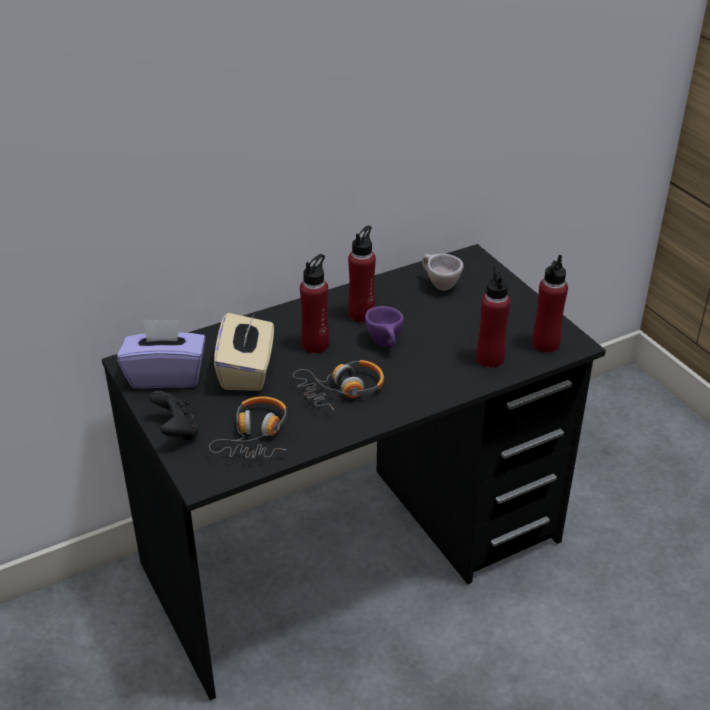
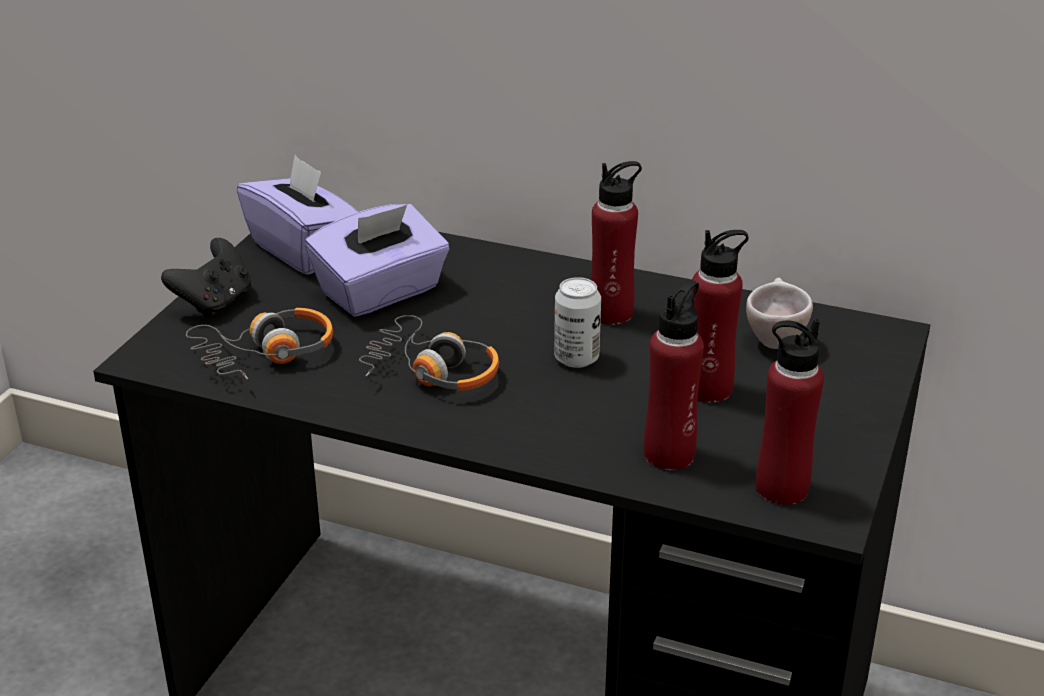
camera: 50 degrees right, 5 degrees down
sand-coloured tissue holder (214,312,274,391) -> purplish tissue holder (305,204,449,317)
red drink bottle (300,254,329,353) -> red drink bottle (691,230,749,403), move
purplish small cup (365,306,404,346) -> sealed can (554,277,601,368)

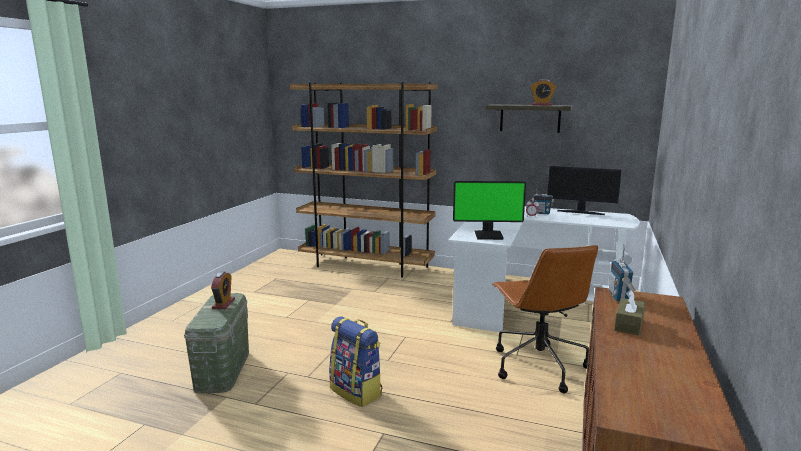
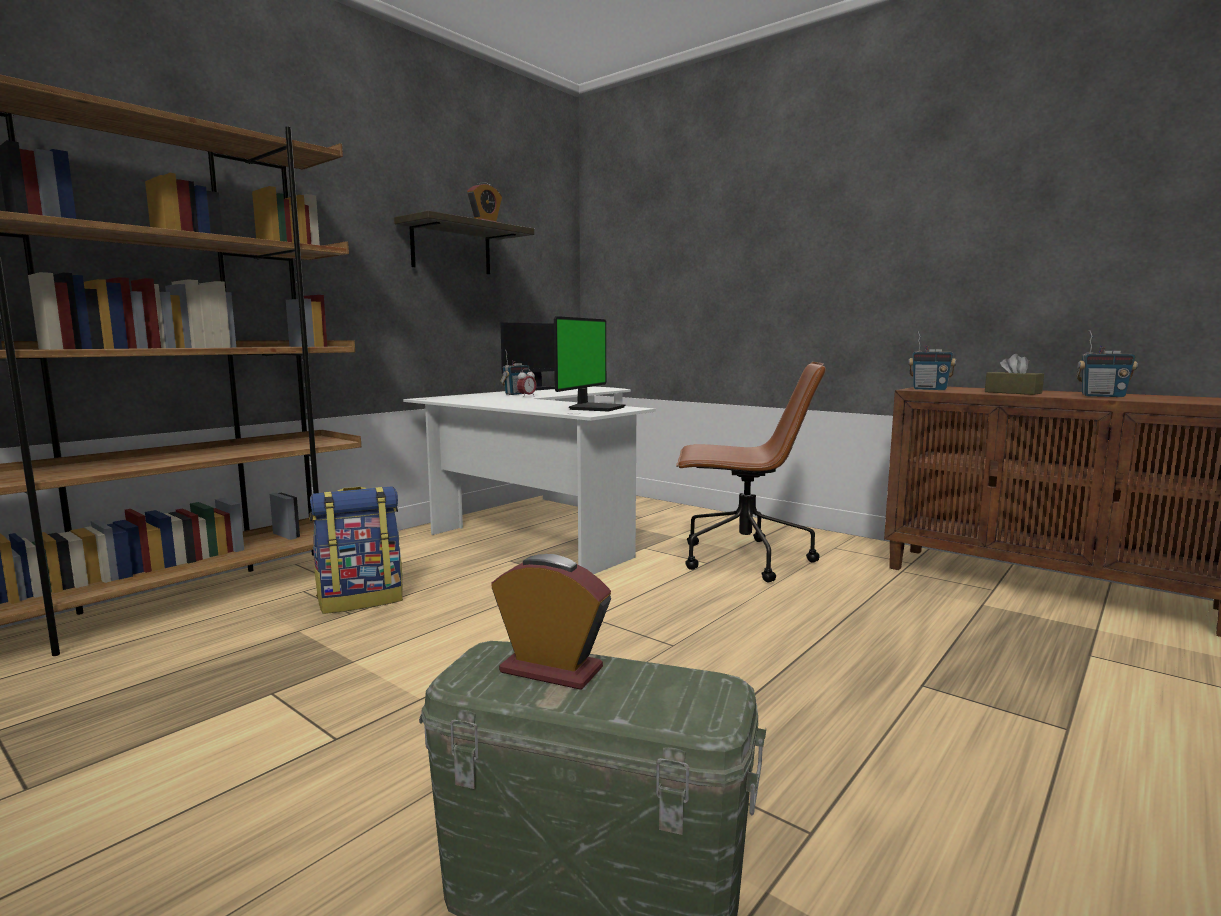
camera: 70 degrees left, 5 degrees down
knapsack (329,317,382,407) -> knapsack (310,486,403,614), move
none -> radio receiver (1077,330,1138,397)

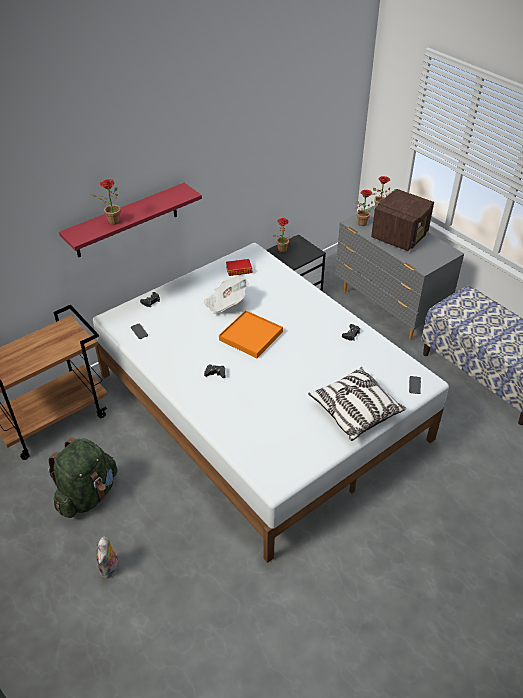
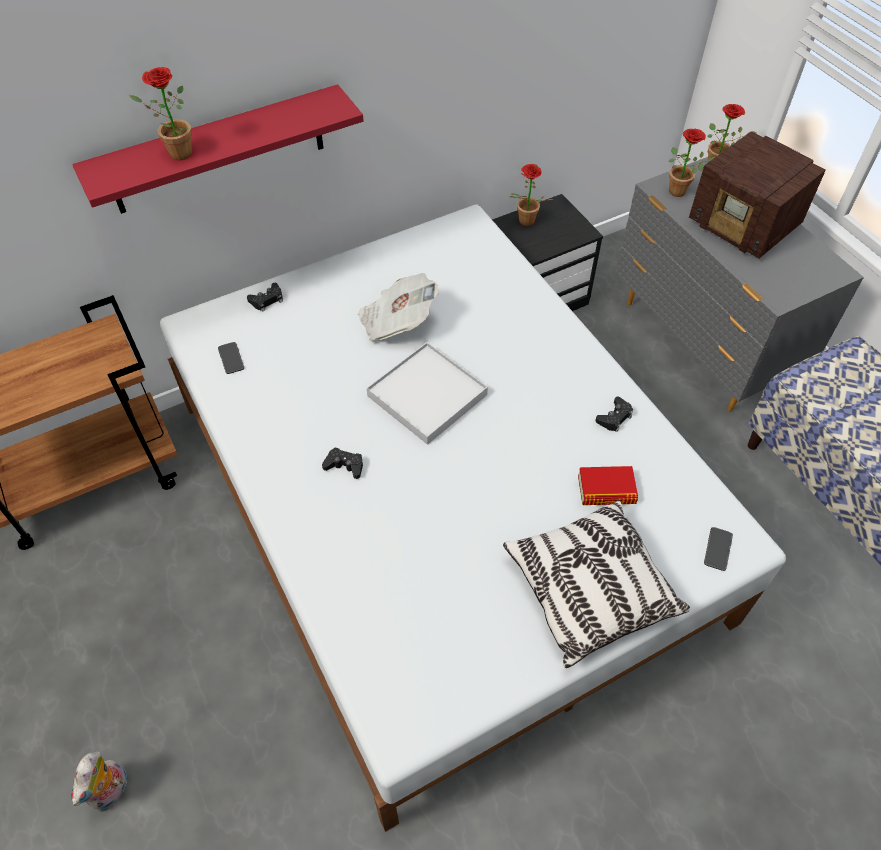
camera: 10 degrees right, 10 degrees up
green-coloured knapsack (48,438,118,518) -> none
orange carrying tray (219,310,283,358) -> white-coloured carrying tray (366,342,488,445)
book (226,259,252,276) -> book (578,466,638,505), move
radio receiver (371,189,434,251) -> radio receiver (689,132,826,258), 90 degrees clockwise

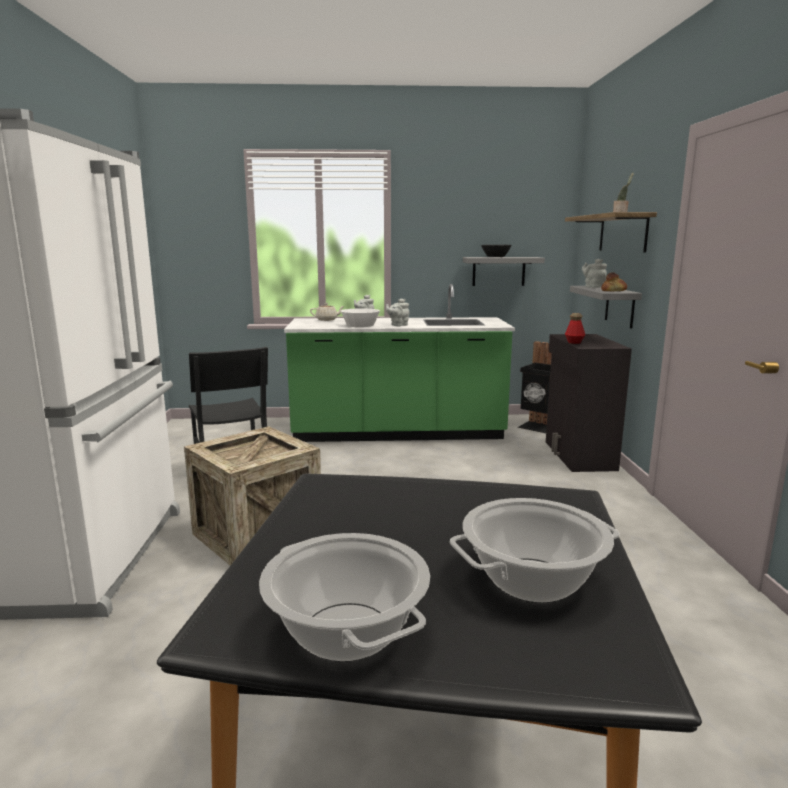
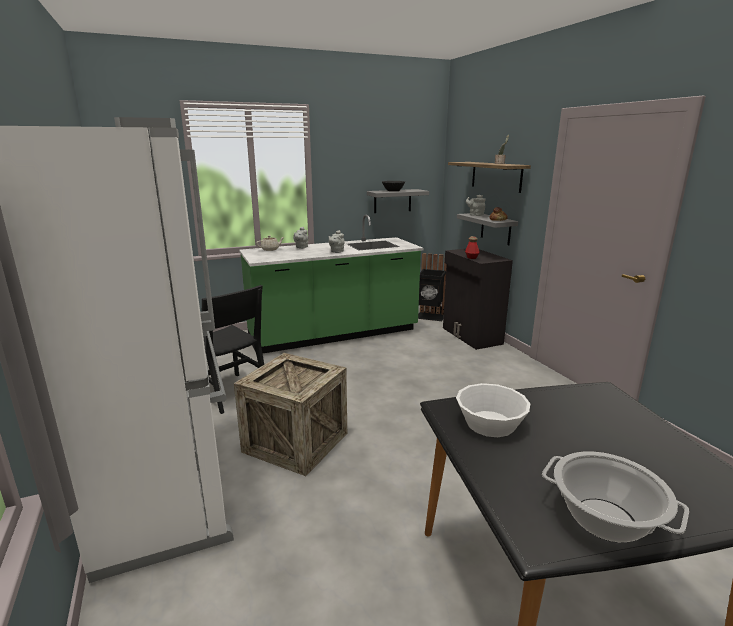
camera: 20 degrees left, 5 degrees up
white-coloured deep dish (341,308,380,327) -> white-coloured deep dish (456,383,530,437), move
saucepot (450,498,620,603) -> none

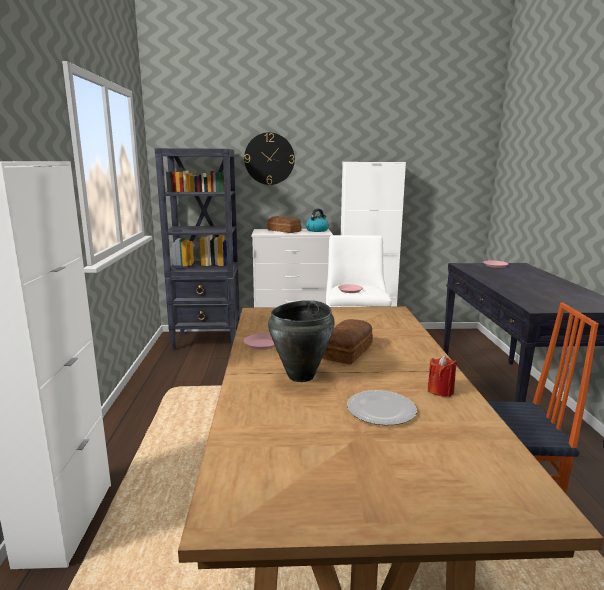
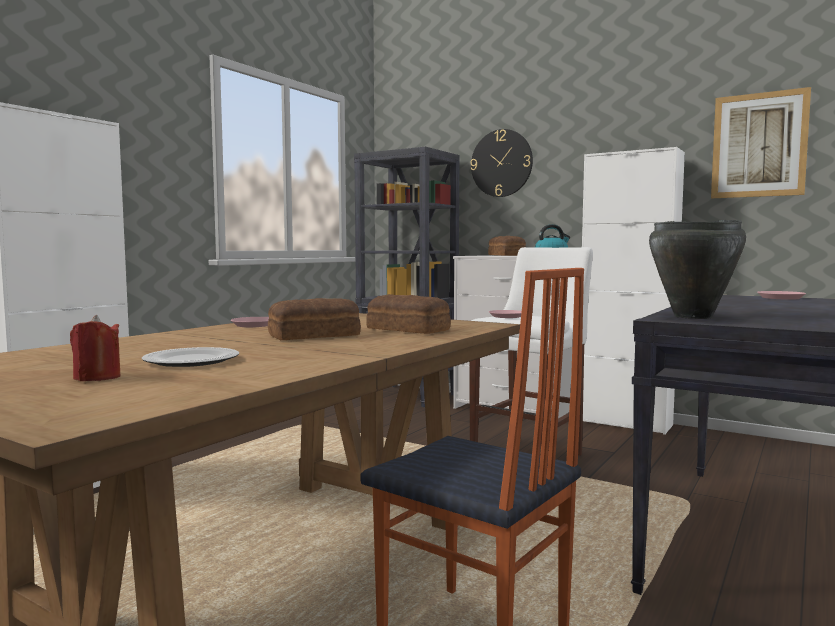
camera: 35 degrees right, 10 degrees down
black-coloured saucepot (268,300,335,382) -> black-coloured saucepot (649,220,746,319), move
red wax light (428,356,457,397) -> red wax light (70,315,121,381), move
none -> bakery bread (366,294,451,334)
none -> picture (711,87,811,198)

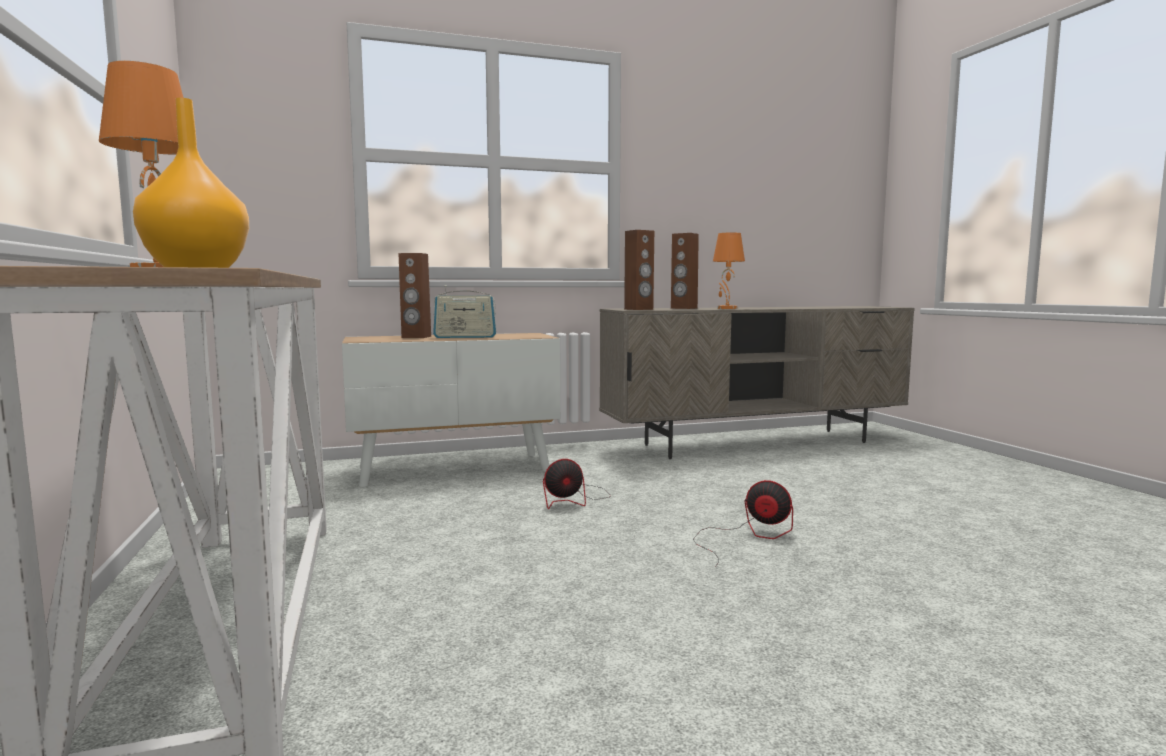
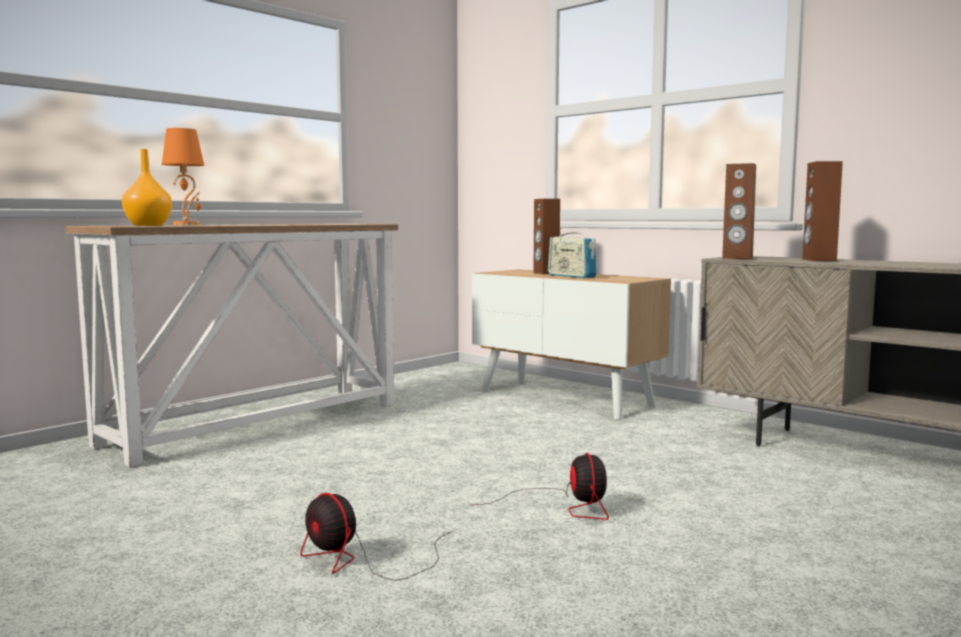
camera: 60 degrees right, 0 degrees up
electric fan (543,459,611,509) -> electric fan (300,493,453,581), move
orange table lamp (713,232,745,309) -> none

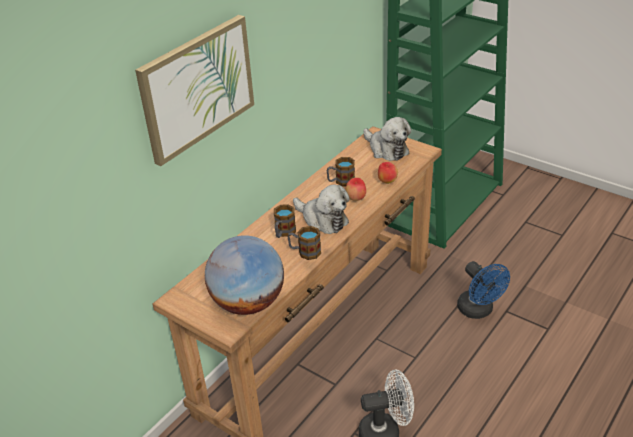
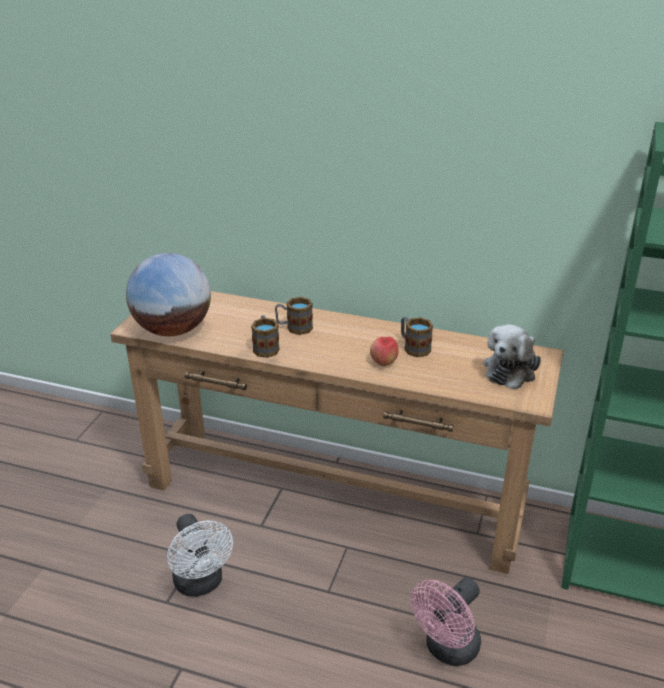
camera: 70 degrees right, 5 degrees down
picture (135,15,254,166) -> none
cuddly toy (293,184,350,234) -> none
apple fruit (378,162,398,184) -> none
blue electric fan (457,261,510,319) -> pink electric fan (411,577,481,666)

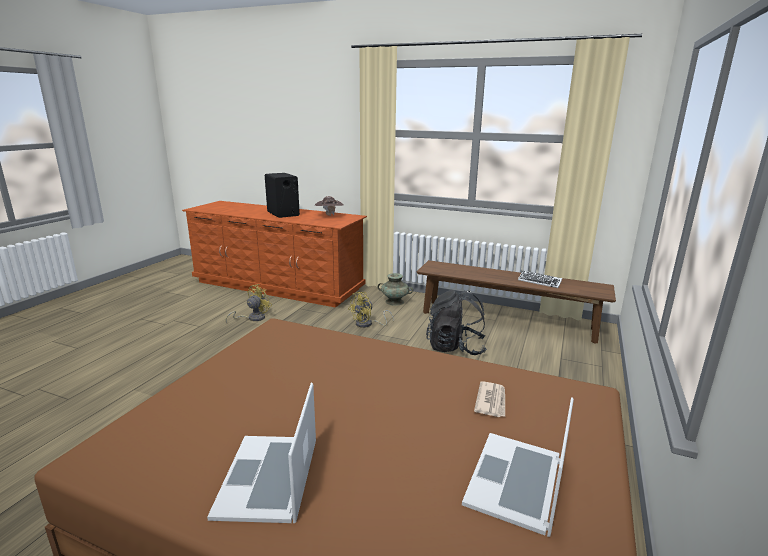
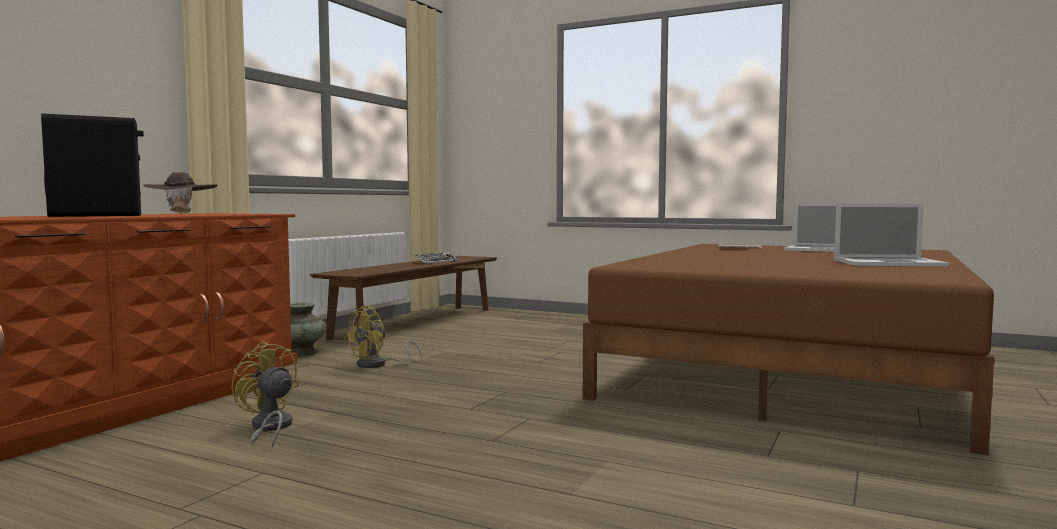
camera: 85 degrees left, 15 degrees down
yellow electric fan (348,292,394,328) -> yellow electric fan (344,306,422,368), 75 degrees clockwise
black-coloured knapsack (426,290,487,355) -> none

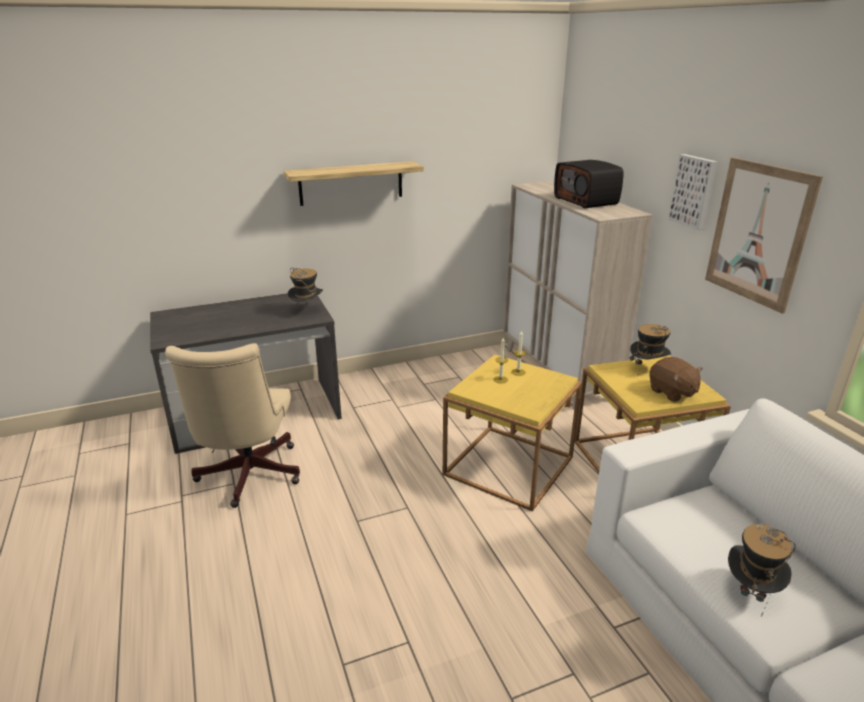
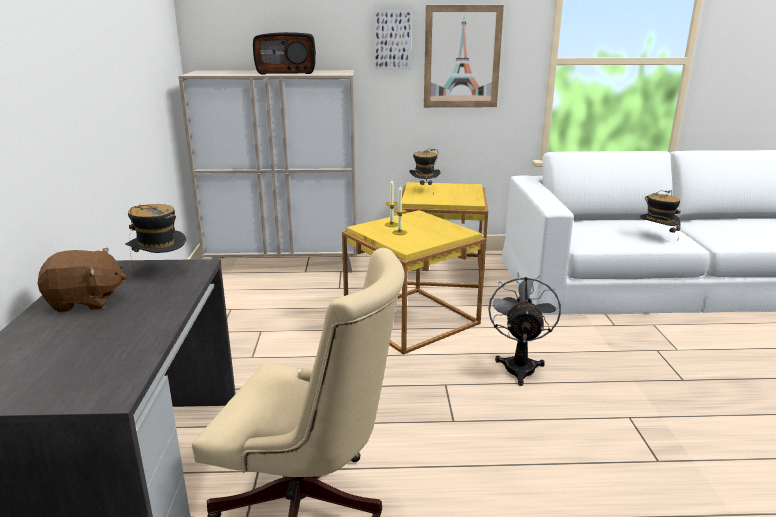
camera: 70 degrees left, 5 degrees down
bracket shelf (283,161,424,206) -> none
brown-coloured cuddly toy (649,357,703,402) -> brown-coloured cuddly toy (37,248,127,312), move
none -> grey electric fan (488,273,561,386)

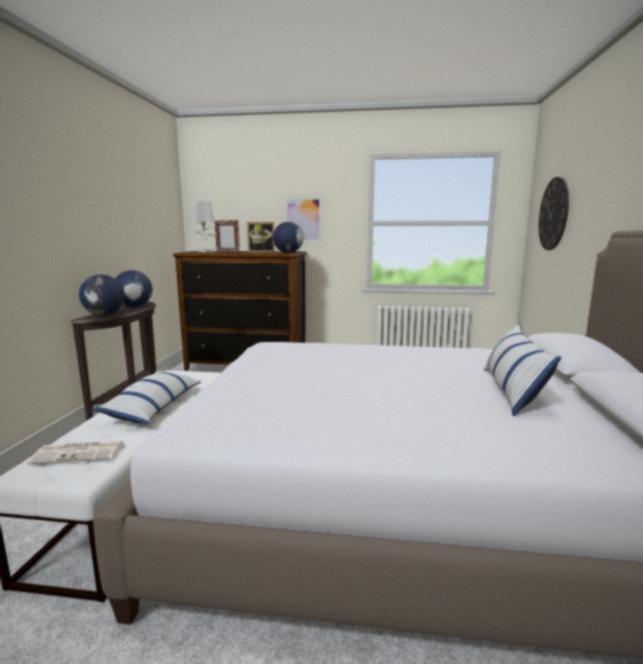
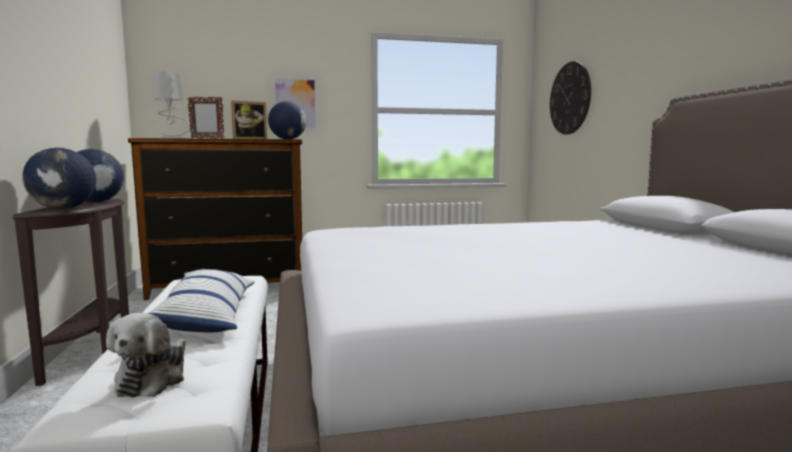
camera: 20 degrees left, 5 degrees down
printed paper (27,441,123,464) -> cuddly toy (106,313,186,397)
throw pillow (484,324,561,416) -> none

